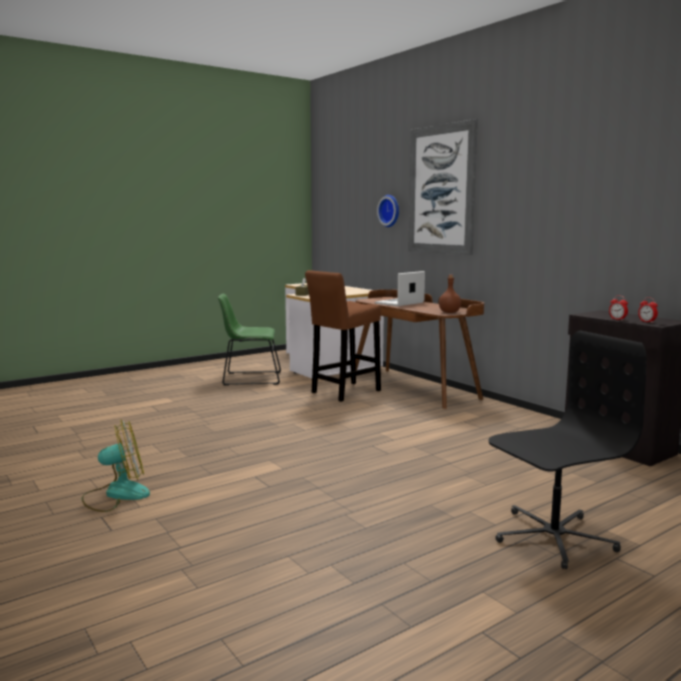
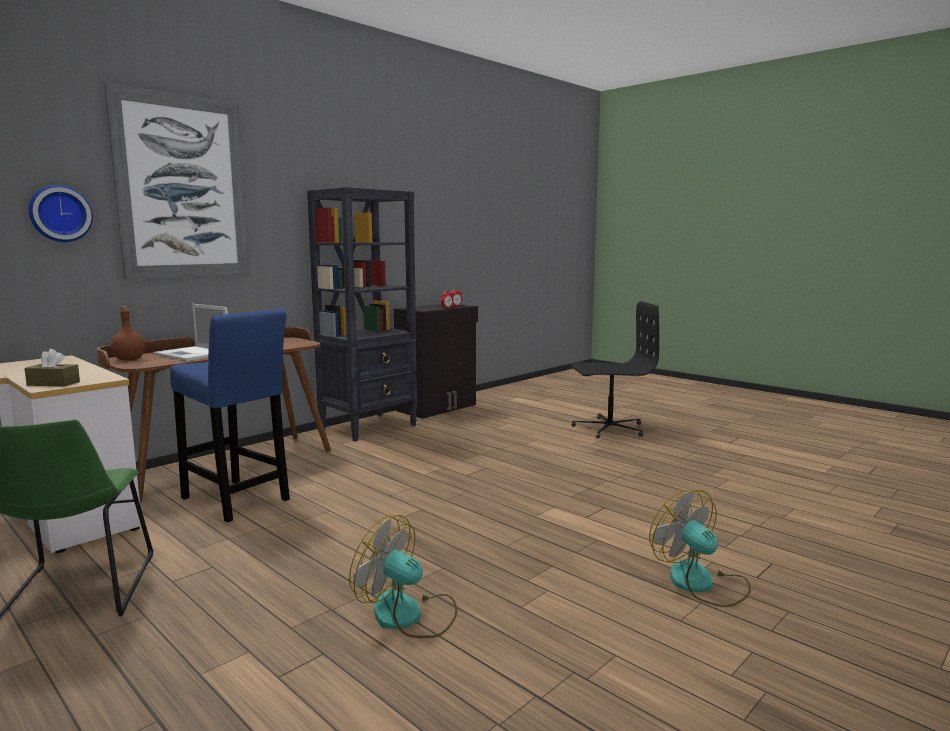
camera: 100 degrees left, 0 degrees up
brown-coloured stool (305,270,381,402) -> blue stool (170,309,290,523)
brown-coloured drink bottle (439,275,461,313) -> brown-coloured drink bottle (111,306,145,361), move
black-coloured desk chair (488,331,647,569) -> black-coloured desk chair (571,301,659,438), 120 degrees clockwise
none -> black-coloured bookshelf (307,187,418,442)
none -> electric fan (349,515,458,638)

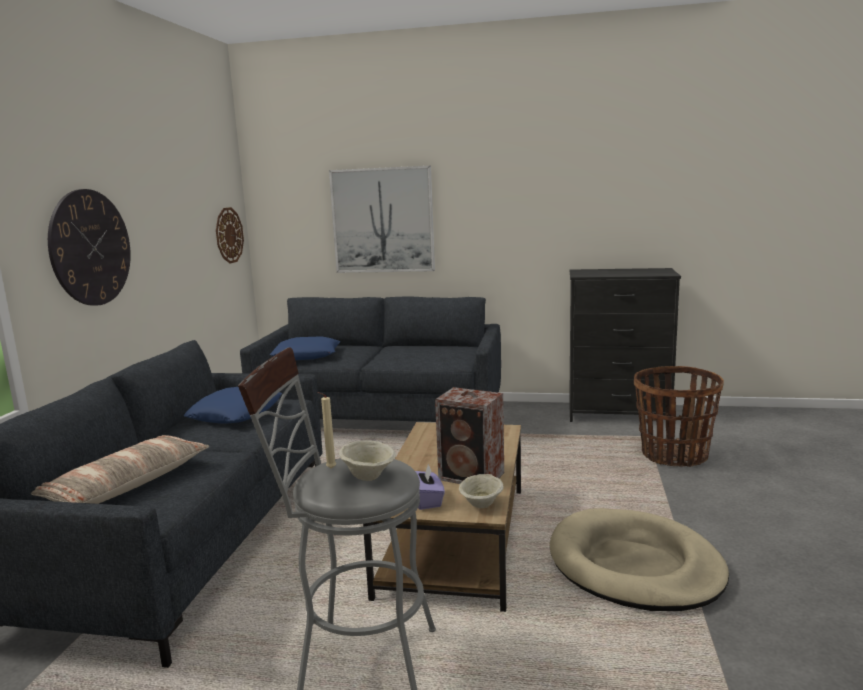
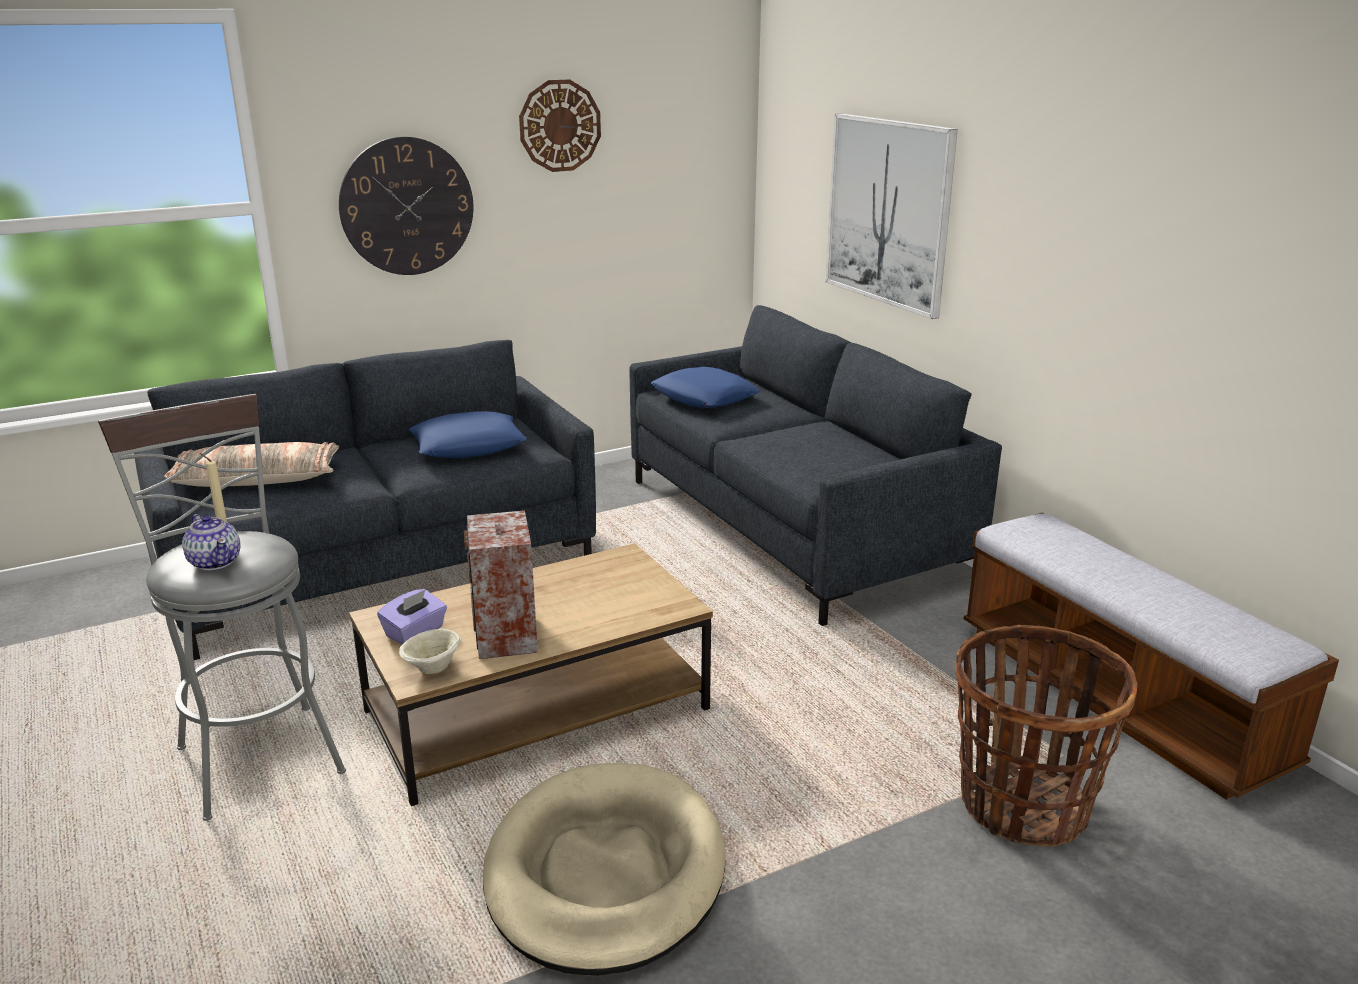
camera: 50 degrees right, 10 degrees up
wall clock (216,207,244,264) -> wall clock (519,79,601,172), move
sand-coloured deep dish (339,440,396,481) -> pot for tea (182,514,241,570)
black-coloured drawer chest (569,268,681,422) -> long seat (964,512,1339,799)

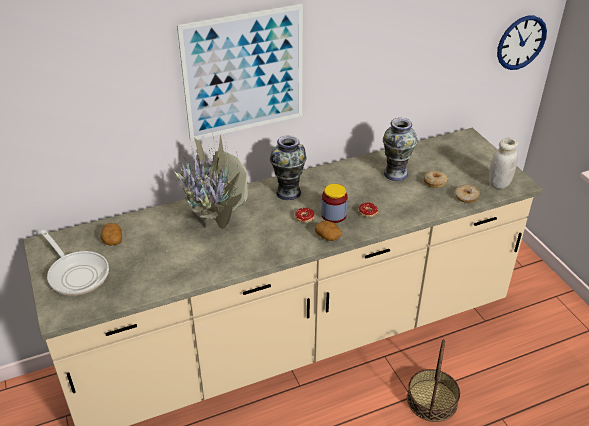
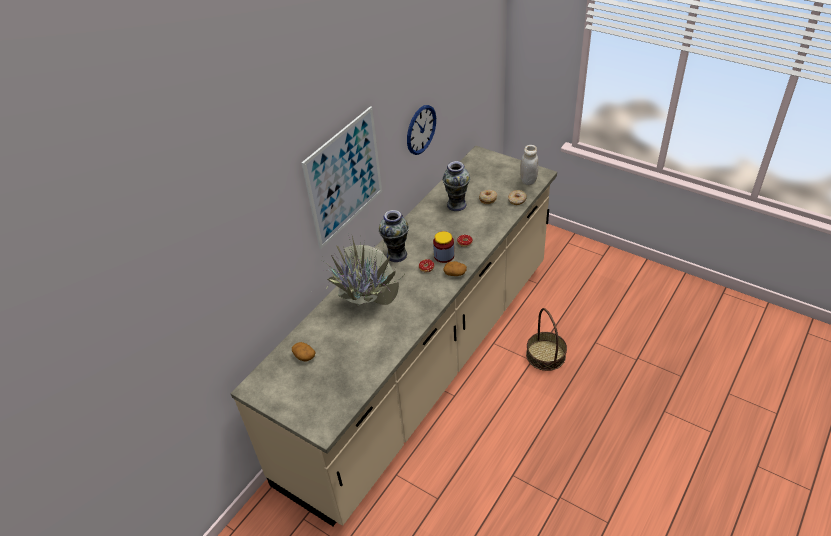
camera: 30 degrees left, 5 degrees up
frying pan (40,230,109,296) -> none
wall clock (497,15,547,70) -> wall clock (407,105,436,155), move

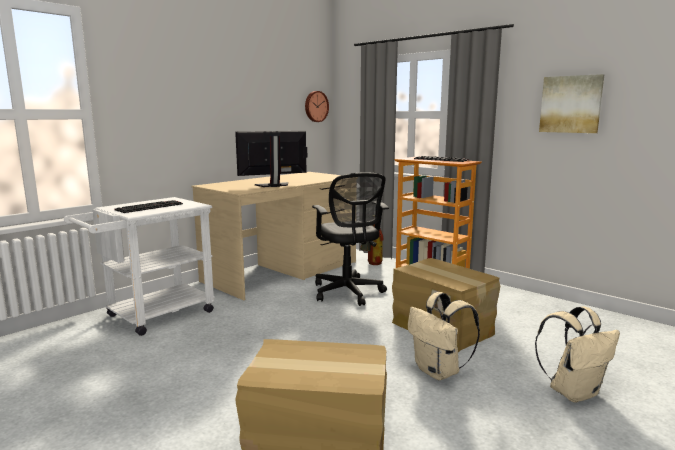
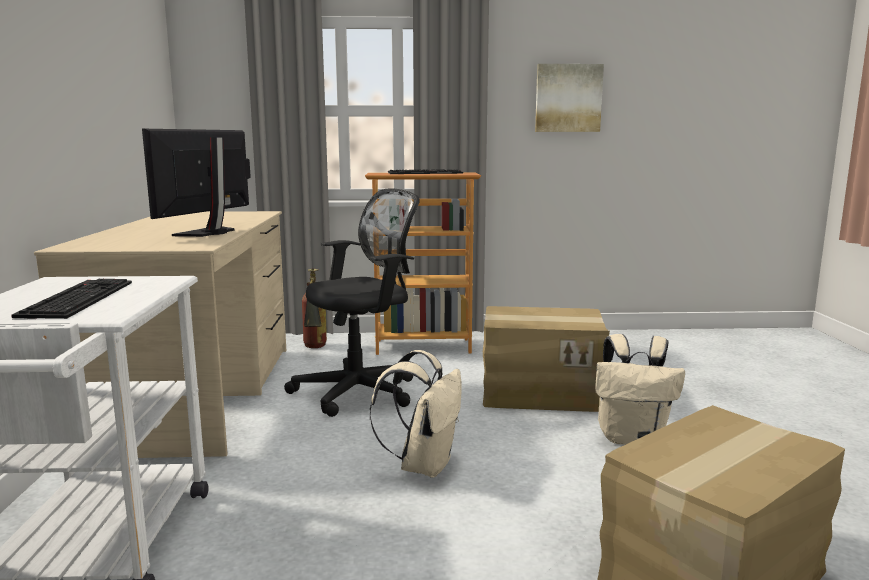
camera: 45 degrees left, 0 degrees up
wall clock (305,91,329,122) -> none
black-coloured desk chair (312,172,389,306) -> black-coloured desk chair (284,188,420,417), 60 degrees counterclockwise
sand-coloured knapsack (535,306,620,403) -> sand-coloured knapsack (370,350,462,477), move

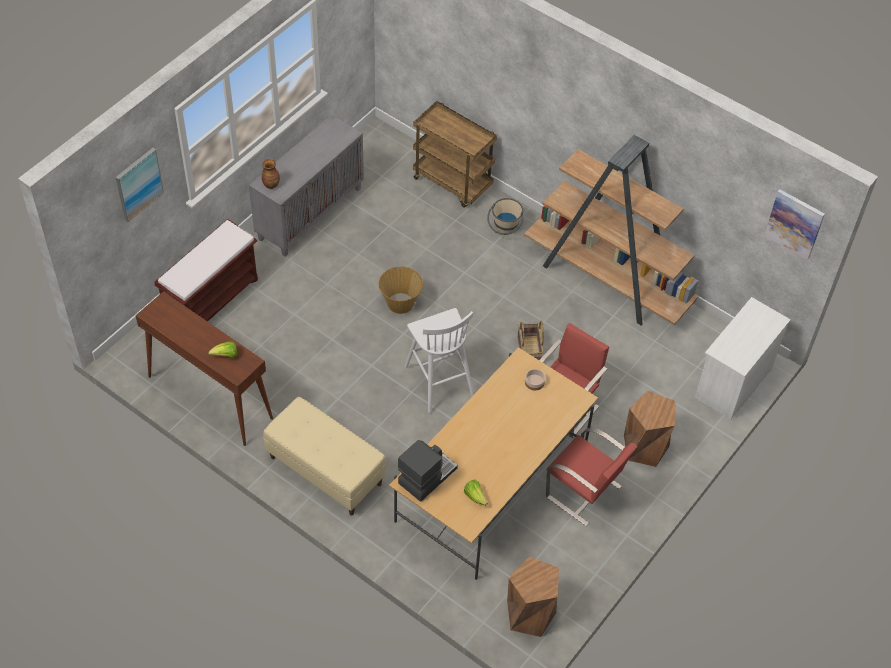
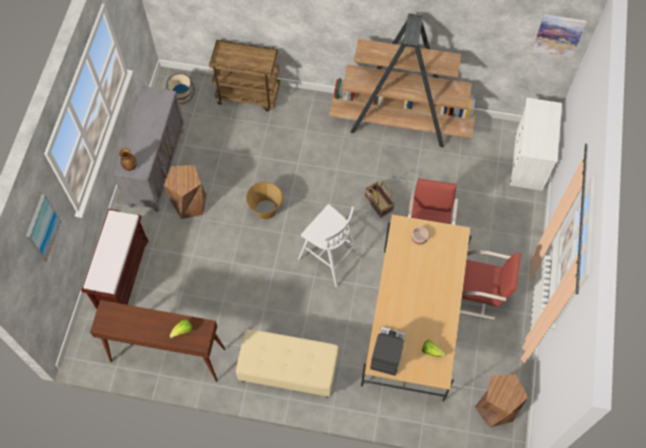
camera: 25 degrees left, 10 degrees up
sand-coloured pail (487,198,523,235) -> sand-coloured pail (166,73,195,104), move
brown-coloured stool (624,390,675,467) -> brown-coloured stool (164,165,206,219), move

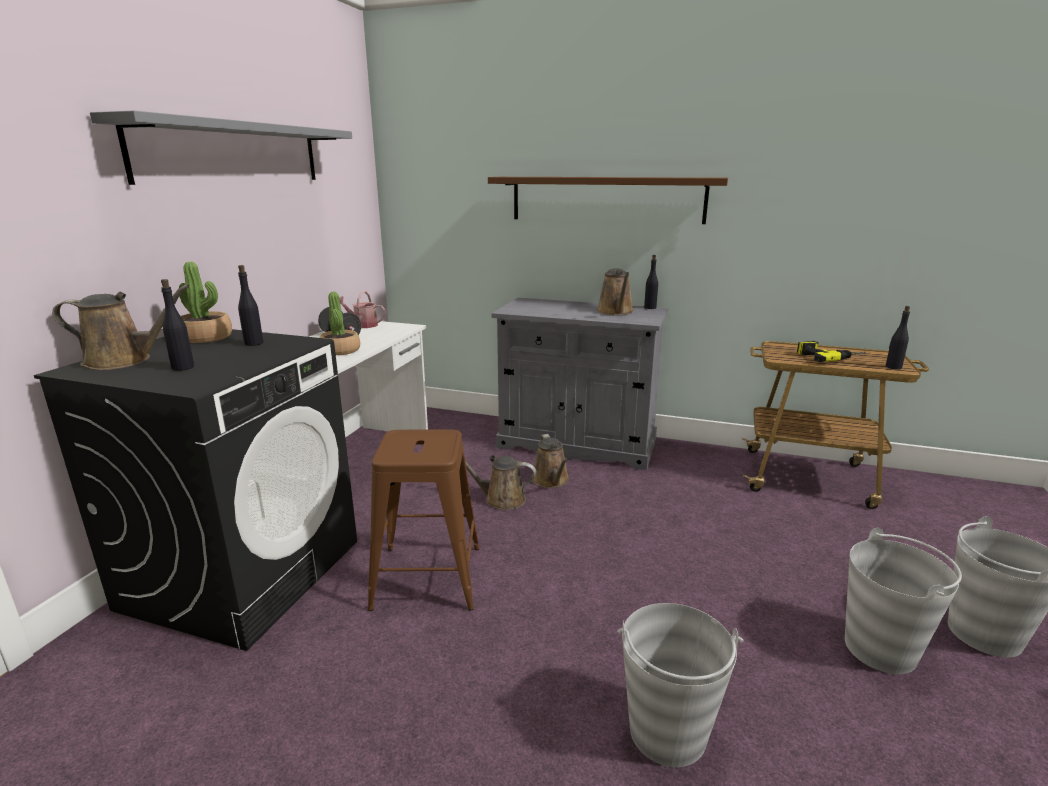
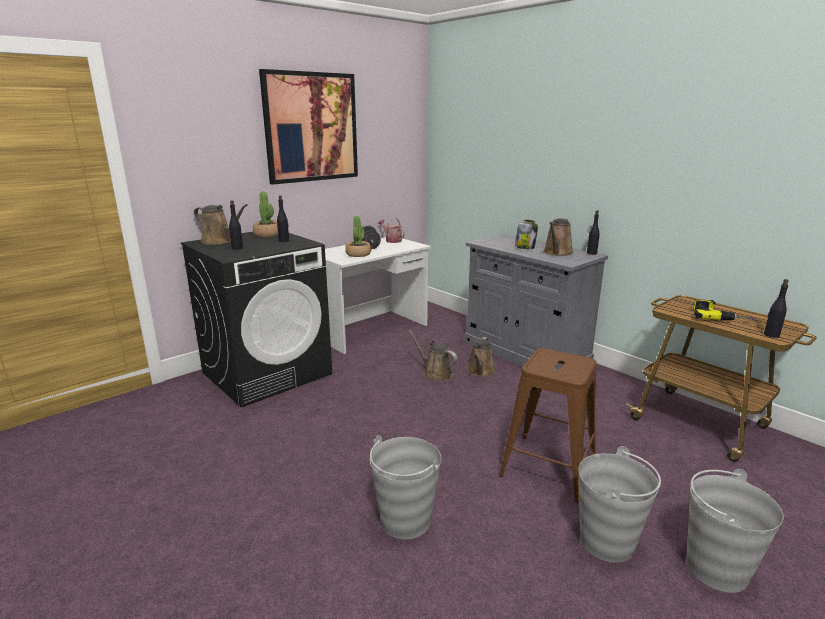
camera: 30 degrees right, 0 degrees up
grey bracket shelf (90,110,352,185) -> picture (259,69,358,185)
brown-coloured stool (367,429,480,611) -> brown-coloured stool (499,348,596,503), move
brown-coloured bracket shelf (488,177,728,224) -> none
none -> storage jar (515,220,538,249)

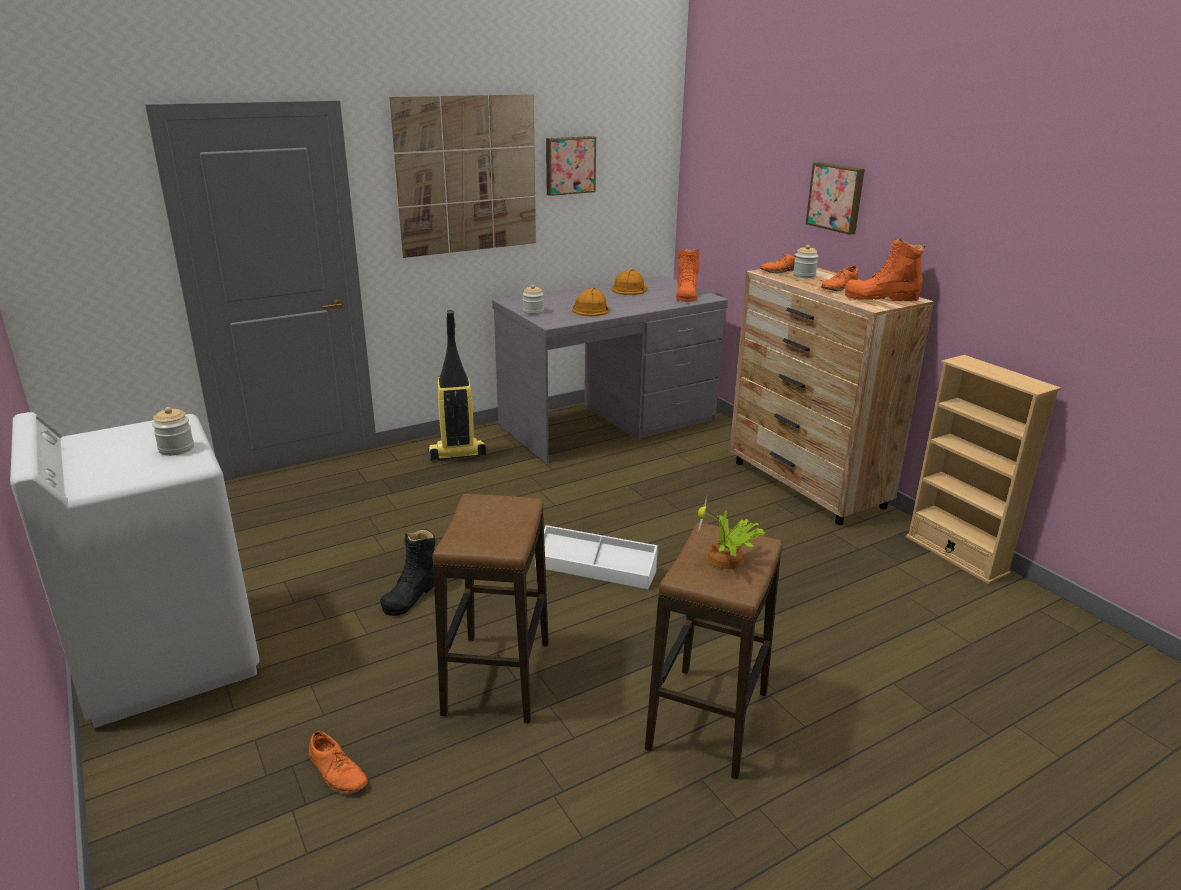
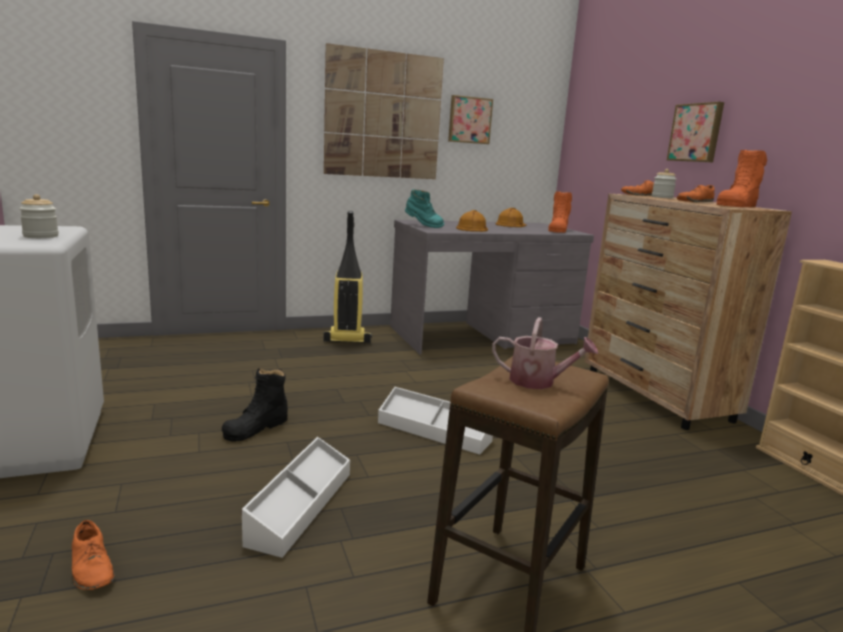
camera: 10 degrees right, 10 degrees down
stool (432,494,549,723) -> white-coloured storage bin (241,437,350,558)
storage jar (523,285,544,315) -> turquoise boot (405,189,444,228)
potted plant (698,498,765,569) -> watering can (492,317,598,389)
orange boot (845,238,925,301) -> orange boot (717,150,767,207), 60 degrees counterclockwise

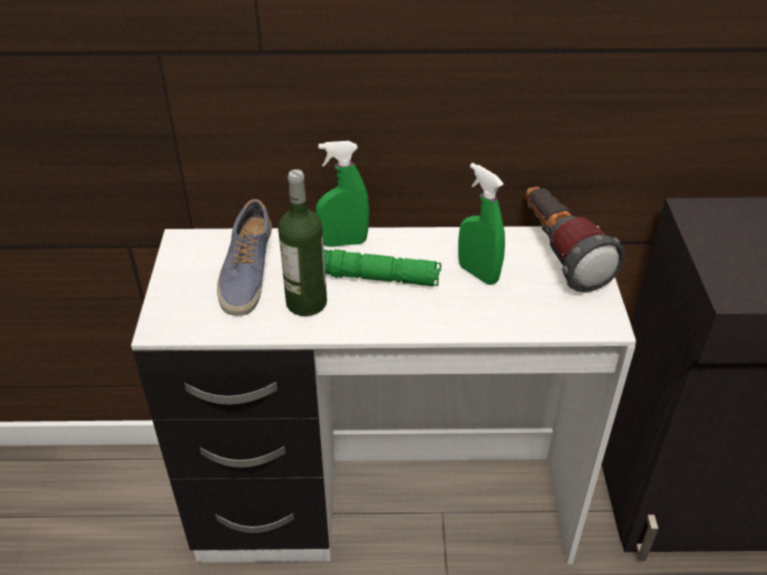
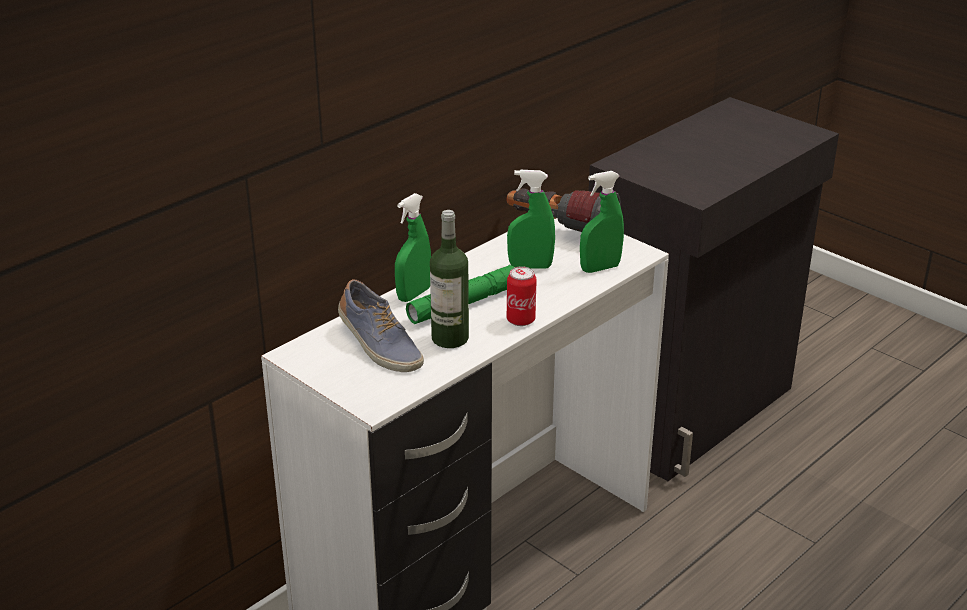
camera: 45 degrees left, 10 degrees down
none -> sealed can (507,266,537,326)
none -> green-coloured hand sprayer (580,171,624,273)

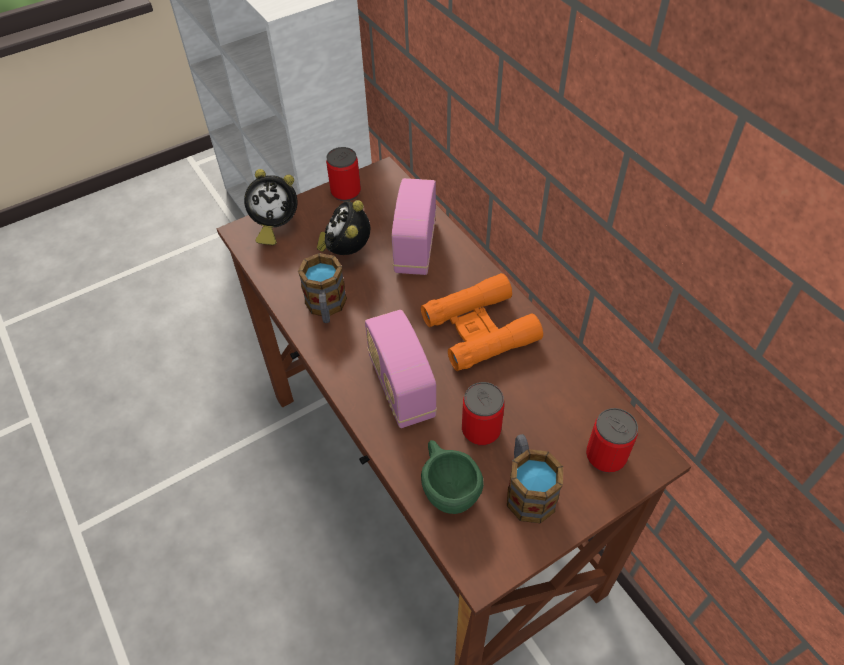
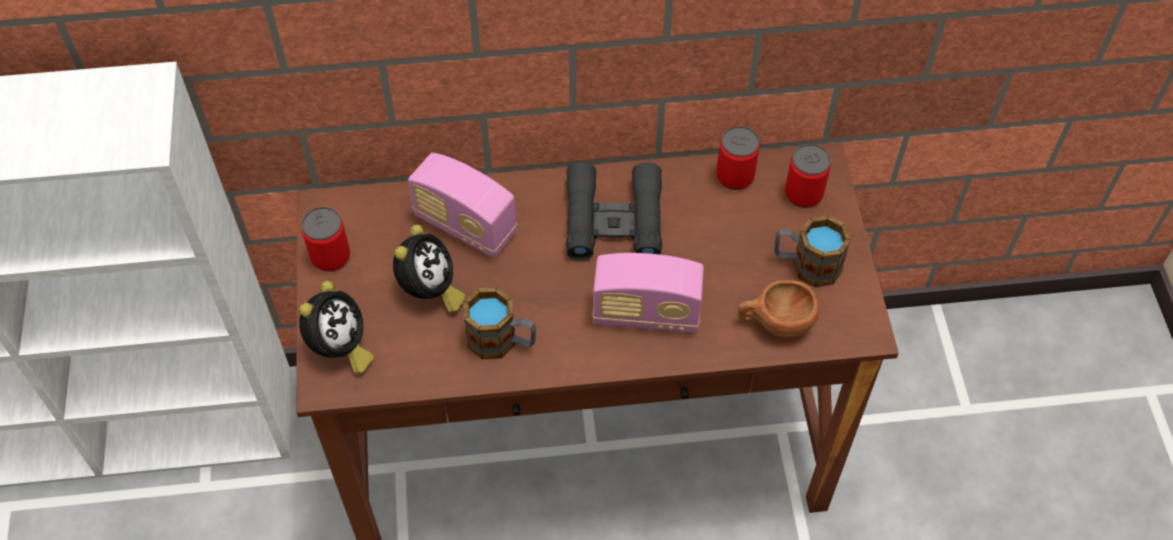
camera: 65 degrees left, 5 degrees up
table clock (317,200,370,255) -> table clock (393,224,465,313), 105 degrees counterclockwise
orange field glasses (421,273,543,371) -> black-coloured field glasses (566,162,662,261)
green-coloured small cup (421,440,484,514) -> brown-coloured small cup (737,280,820,337)
sealed can (462,382,505,446) -> sealed can (716,126,760,190), move

